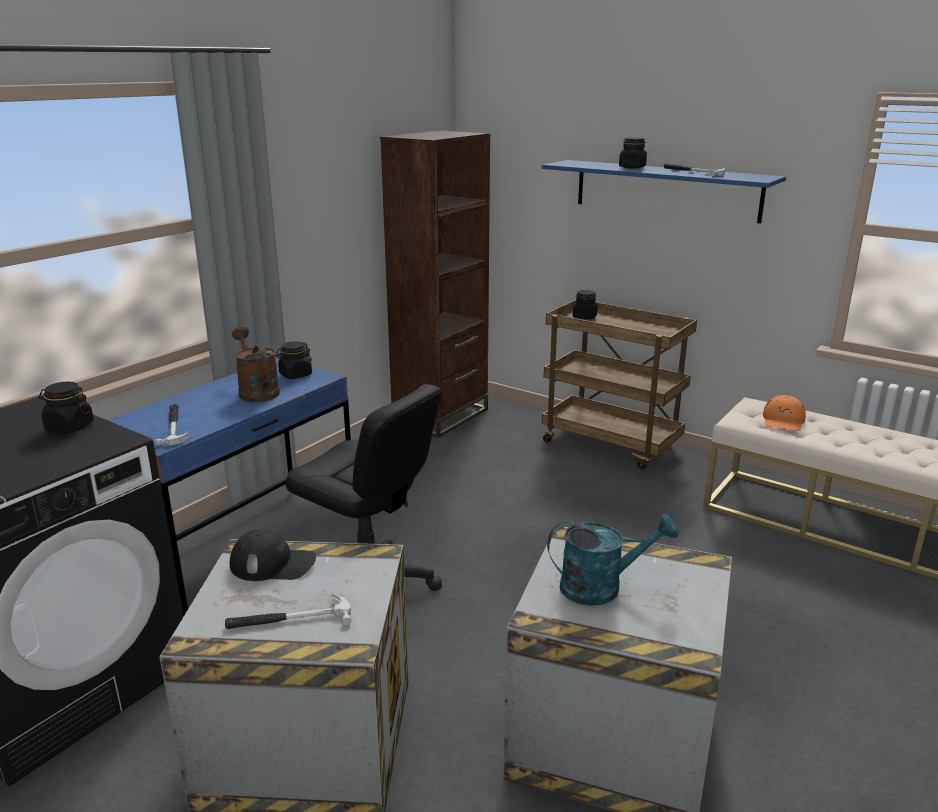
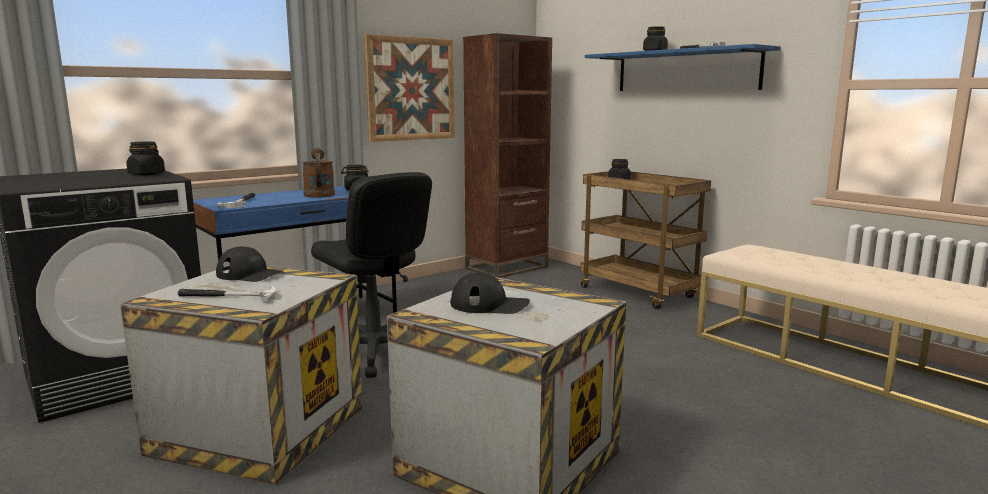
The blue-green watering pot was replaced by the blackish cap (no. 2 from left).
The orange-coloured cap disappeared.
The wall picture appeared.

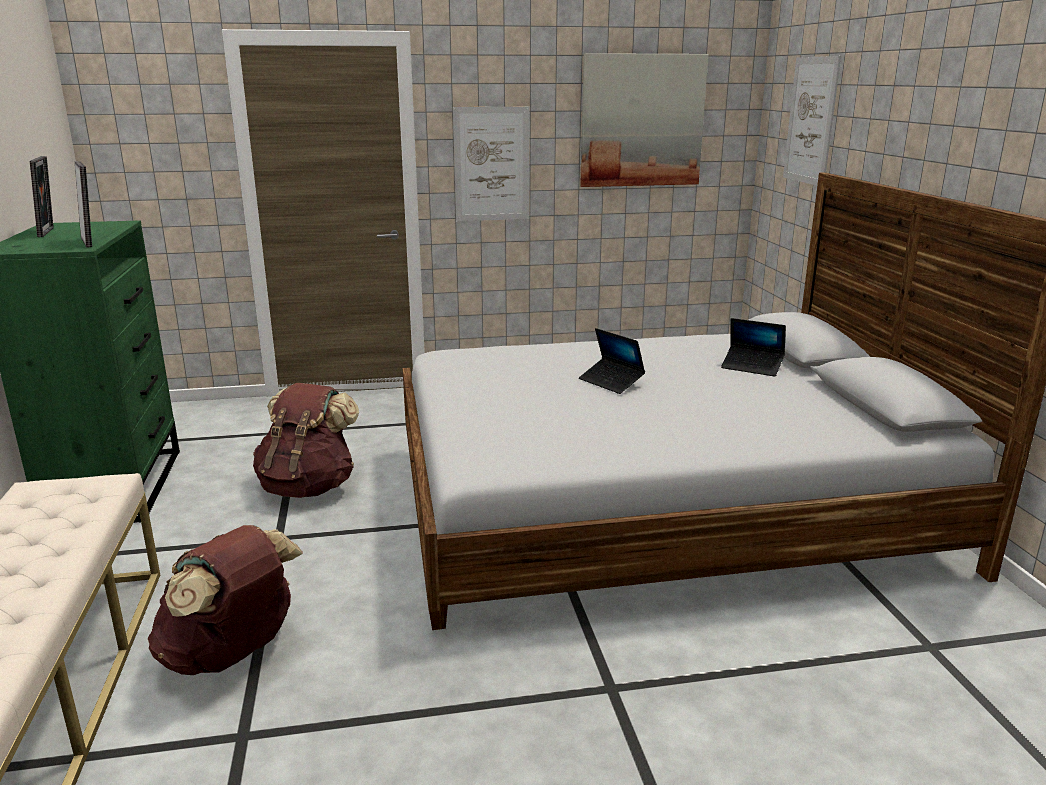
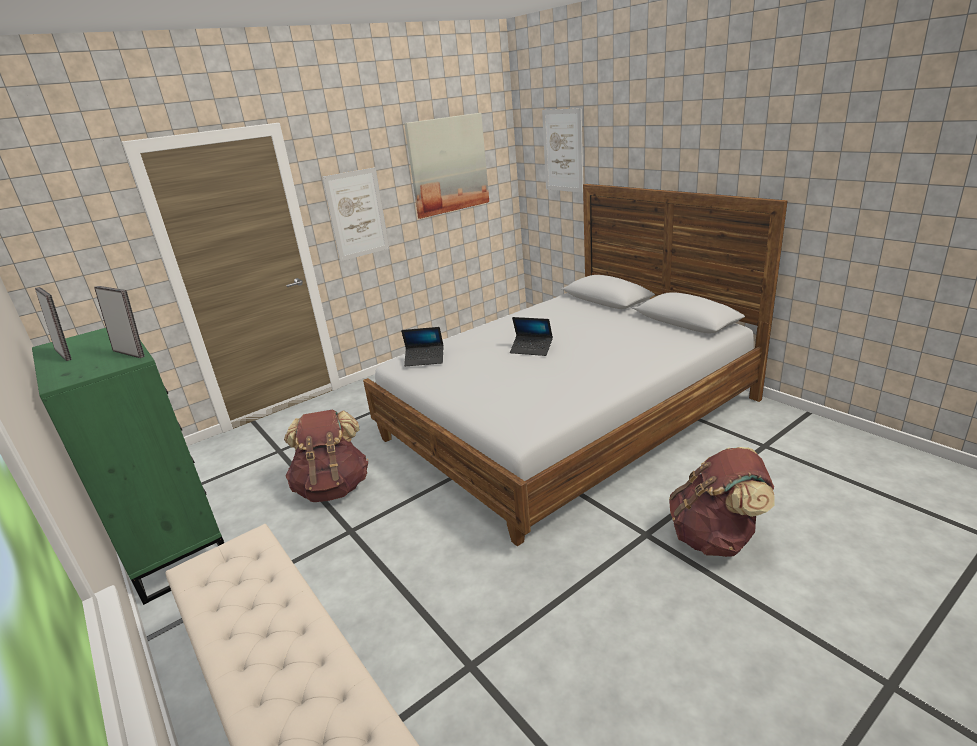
The brown-coloured knapsack (no. 1 from left in the first image) moved.
The notebook computer (no. 2 from left in the first image) moved.

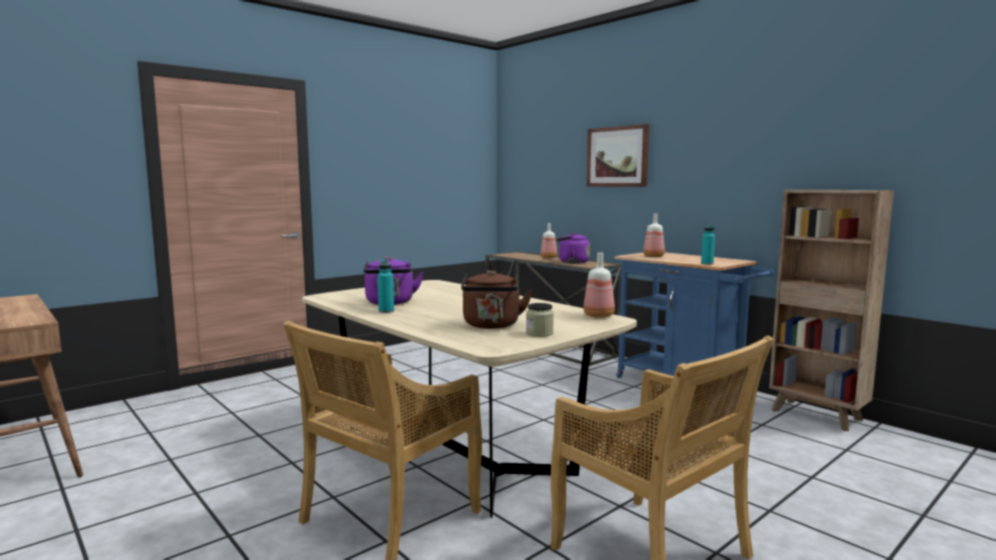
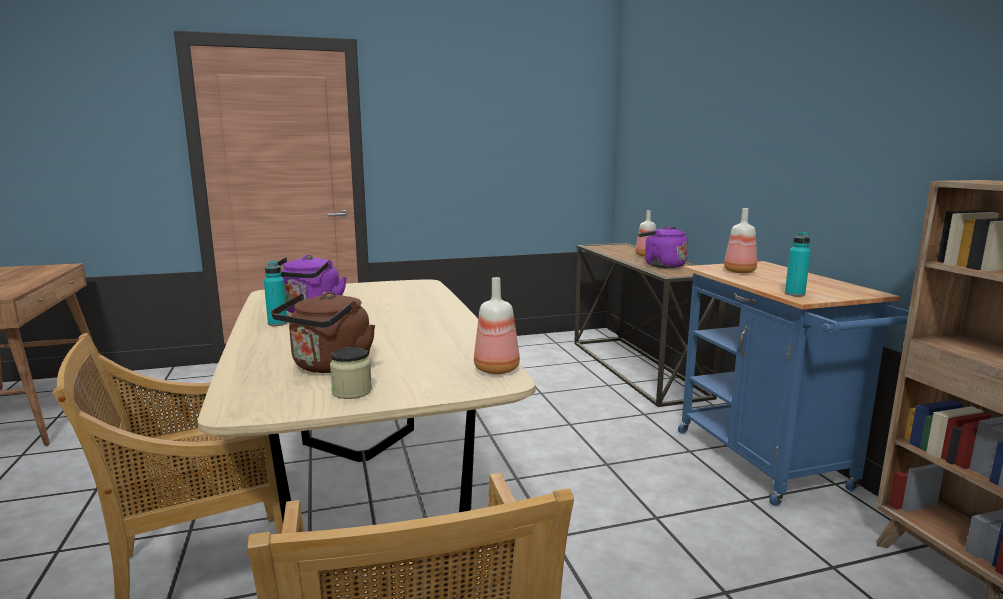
The wall picture disappeared.

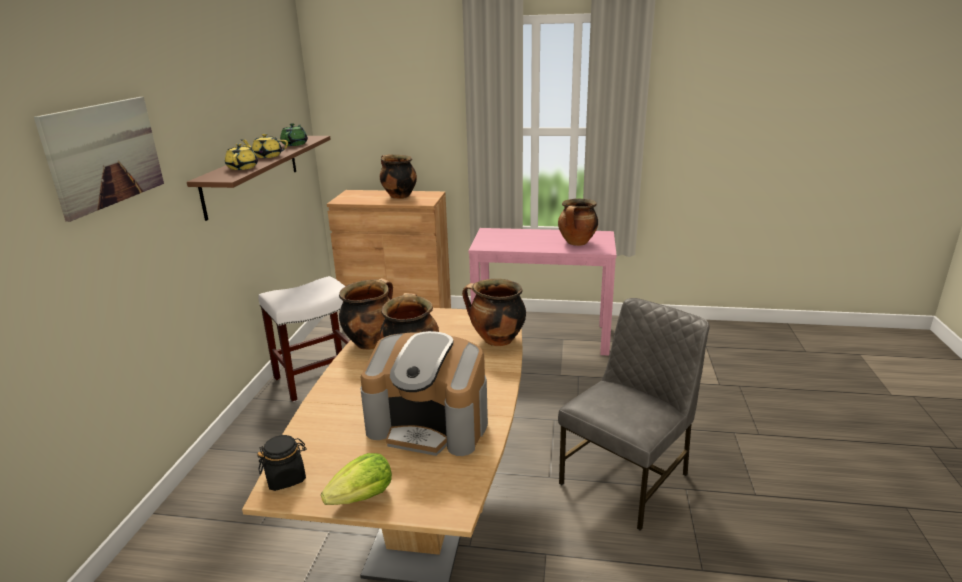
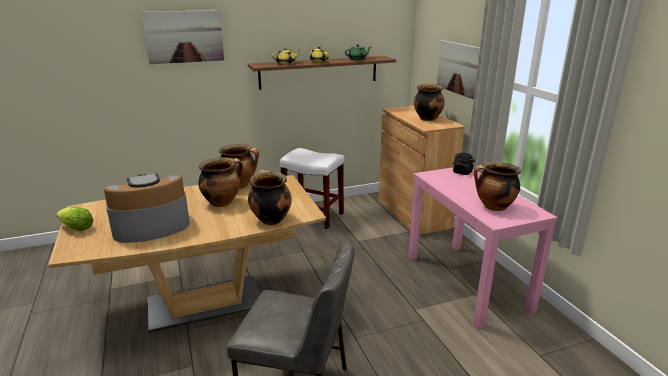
The blackish preserve jar moved.
The coffee brewer turned 75 degrees clockwise.
The wall picture (no. 2 from left) appeared.

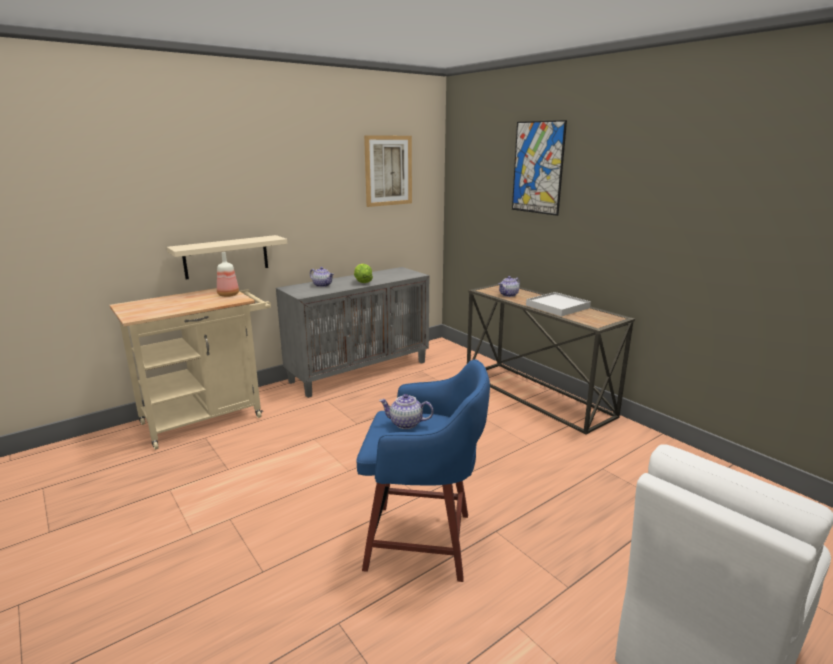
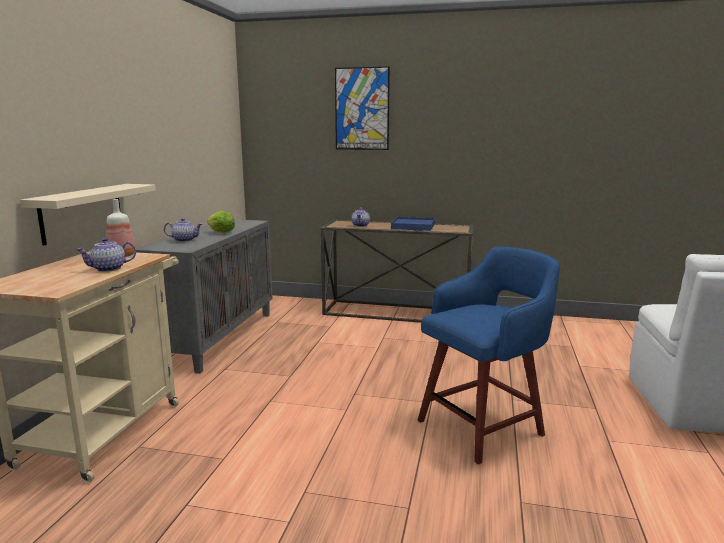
The wall picture (no. 1 from left) disappeared.
The teapot (no. 2 from left in the first image) moved.
The white-coloured tray became the bluish tray.

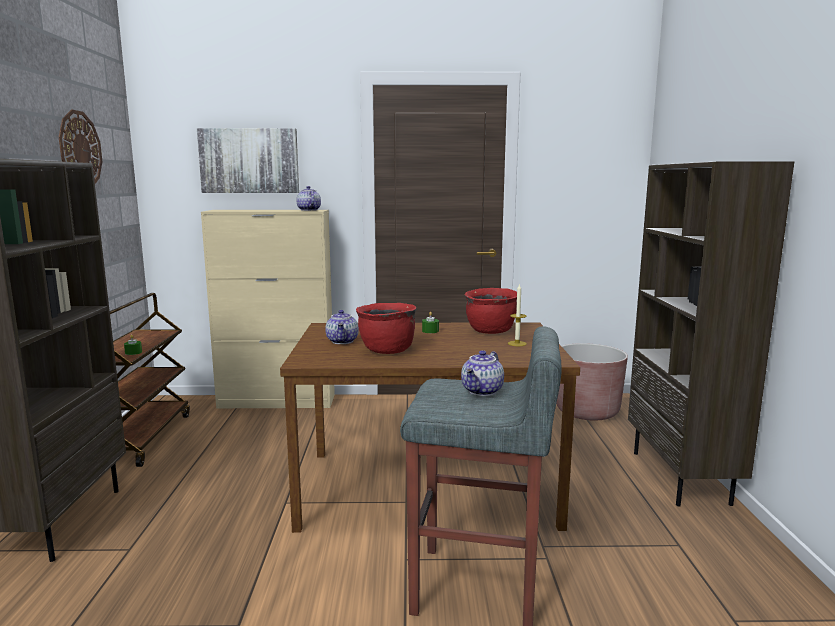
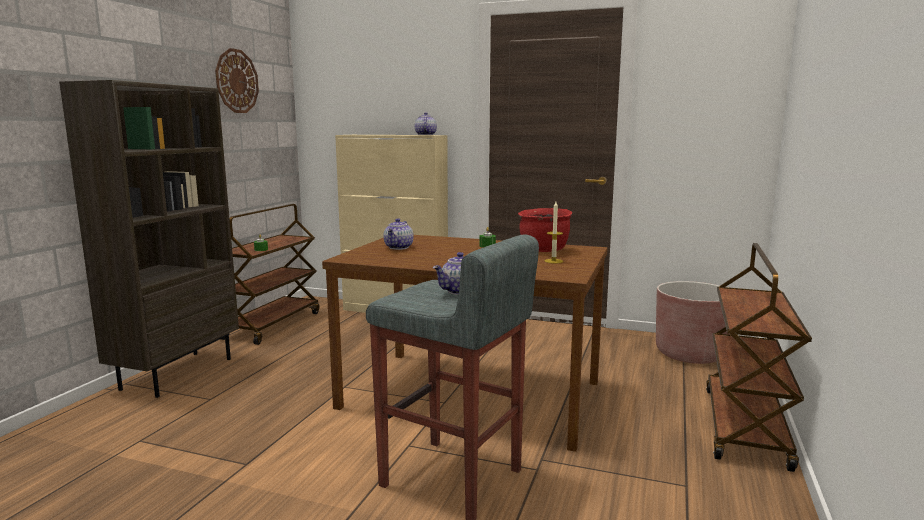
The wall picture disappeared.
The reddish cooking pot (no. 1 from left) disappeared.
The brown-coloured shelving unit (no. 2 from left) was replaced by the brown-coloured cart (no. 2 from left).

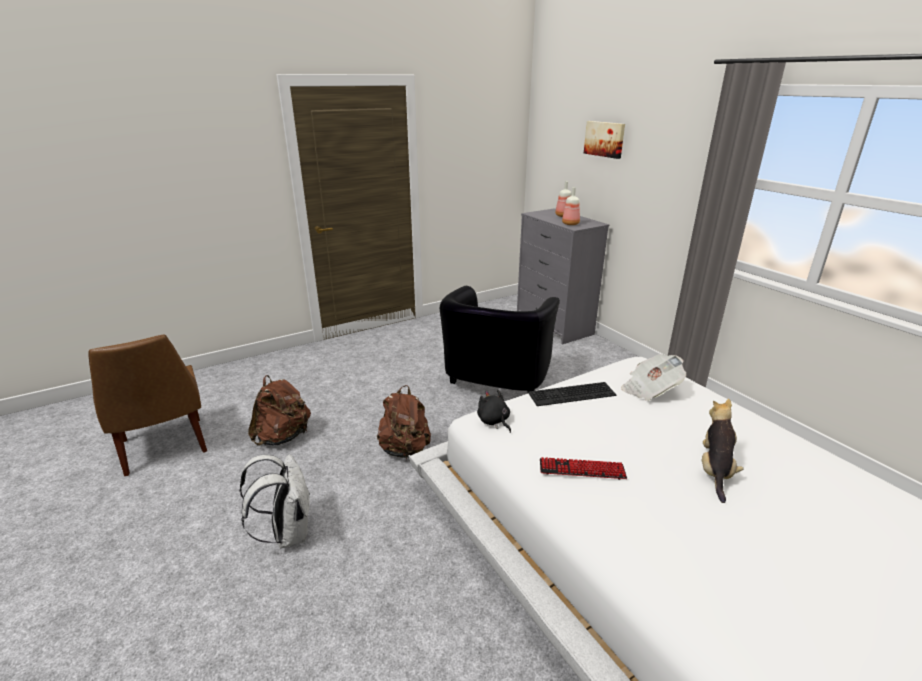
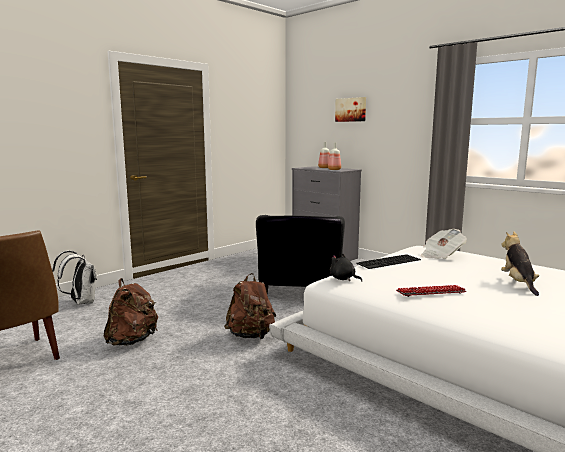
The white-coloured knapsack moved.

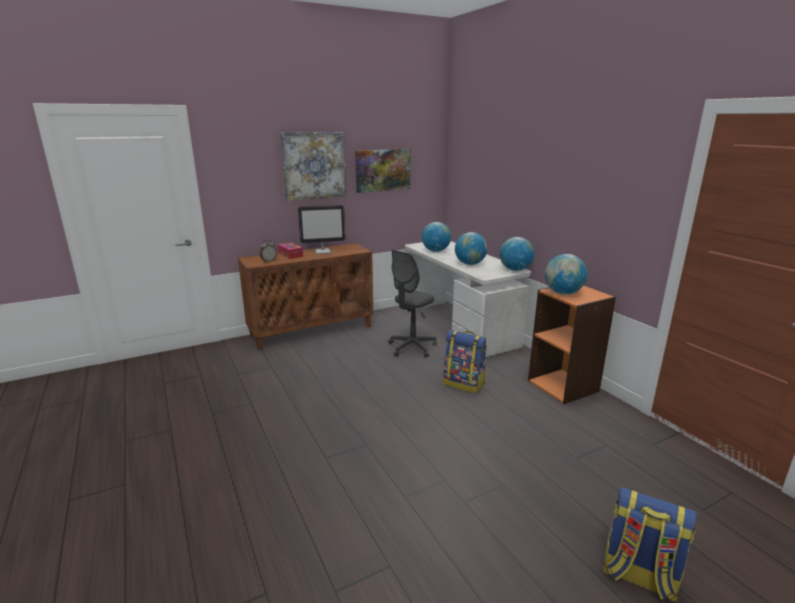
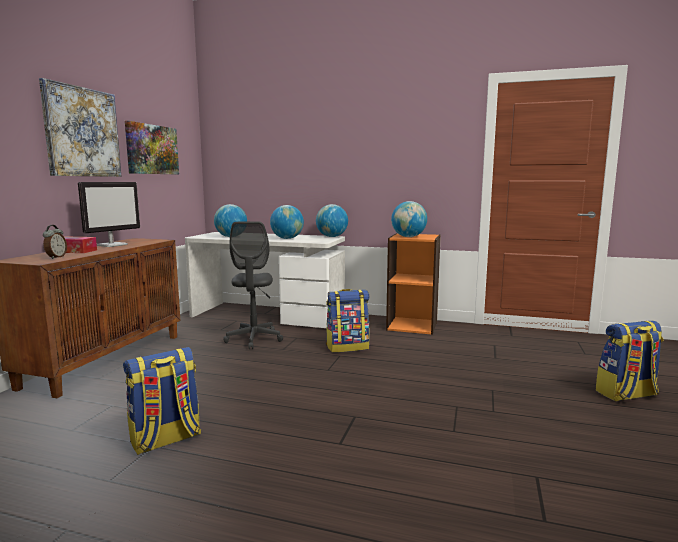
The knapsack (no. 1 from left) appeared.

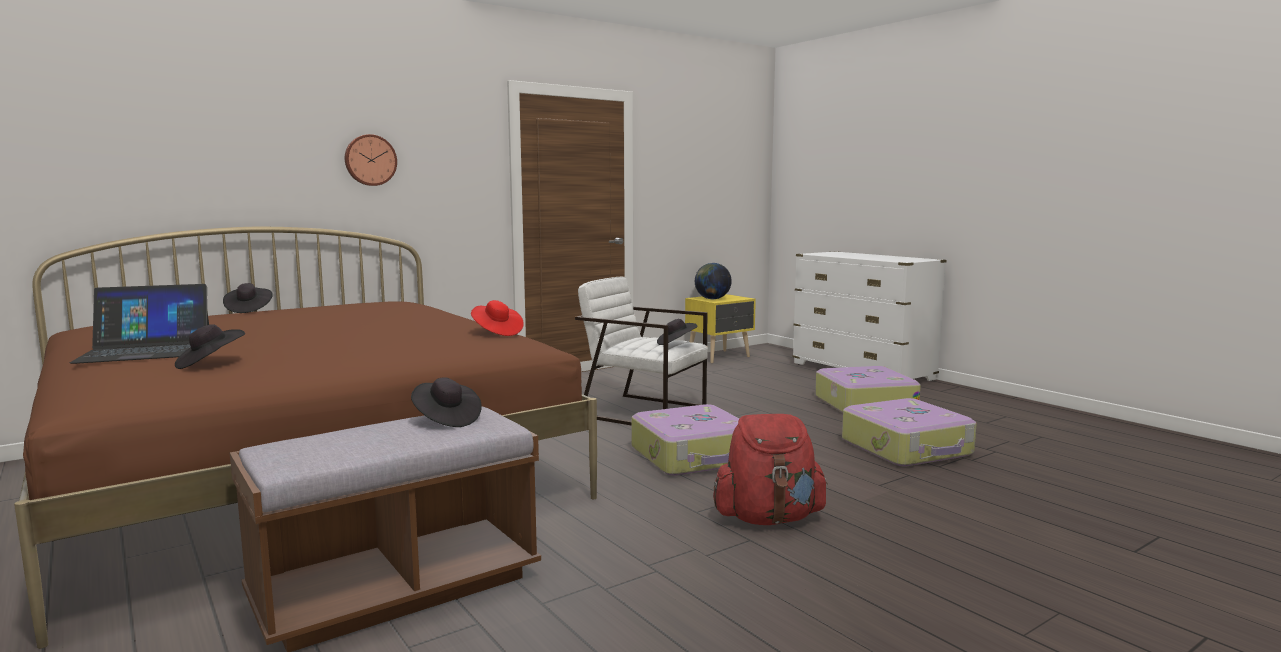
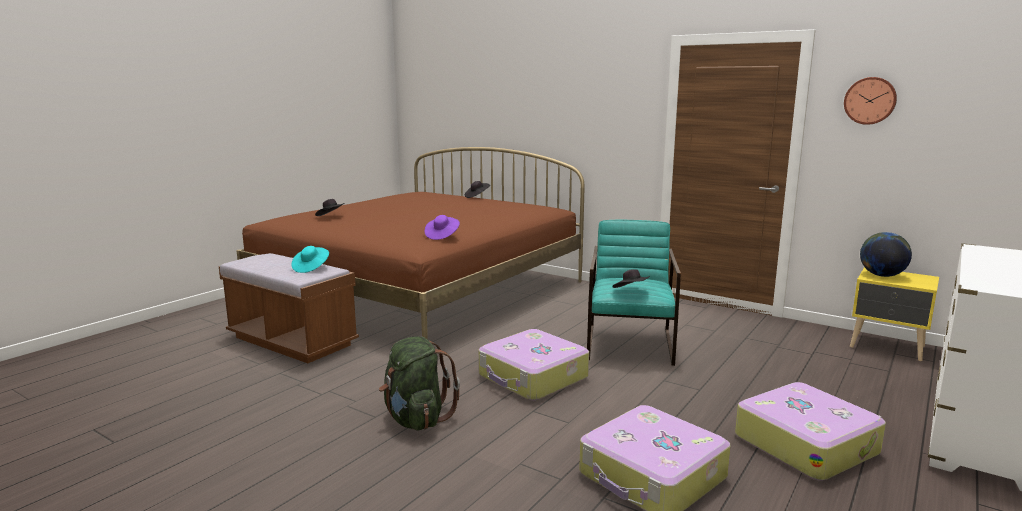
The notebook computer disappeared.
The hanging clock moved.
The blackish hat (no. 3 from left) became the blue-green hat.
The reddish hat became the purplish hat.
The white-coloured armchair became the blue-green armchair.
The reddish knapsack became the greenish knapsack.

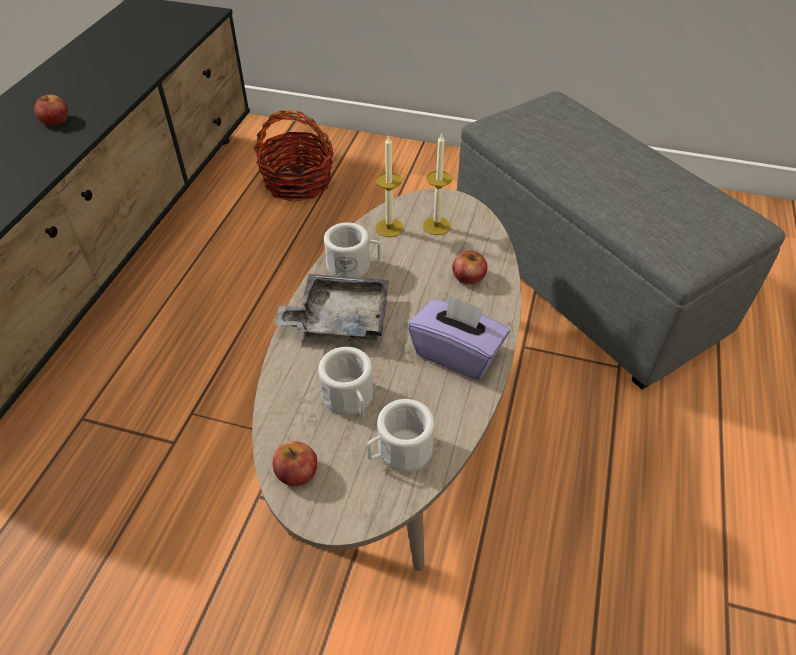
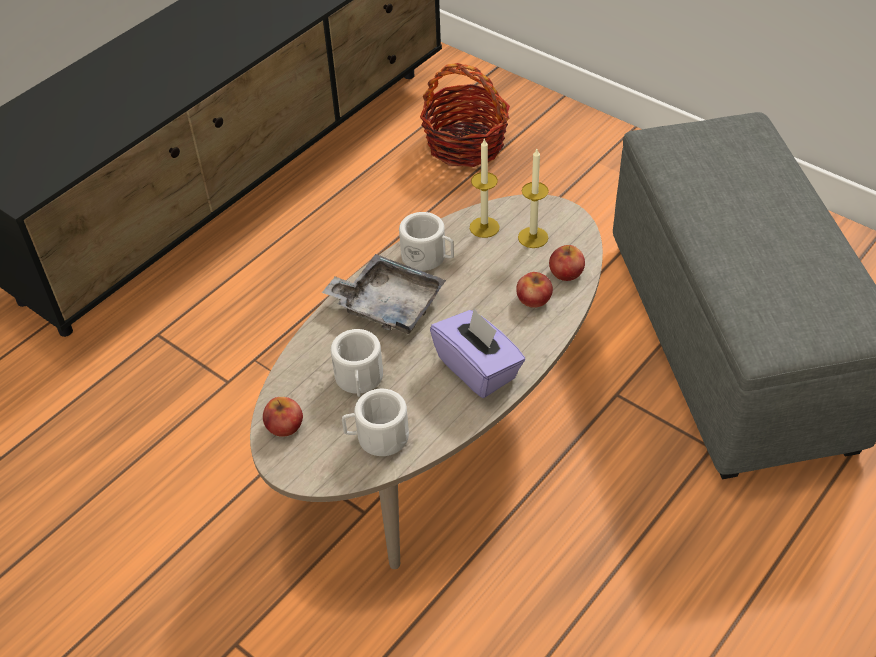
The whole apple (no. 1 from left in the first image) moved.

